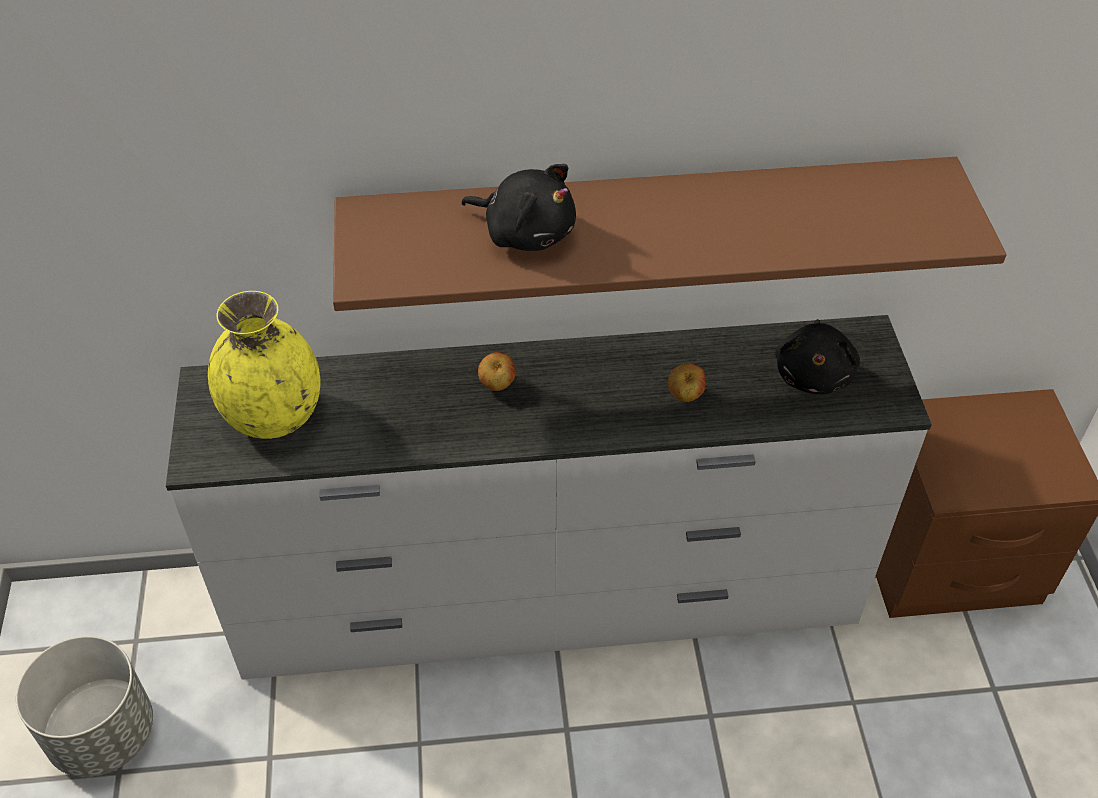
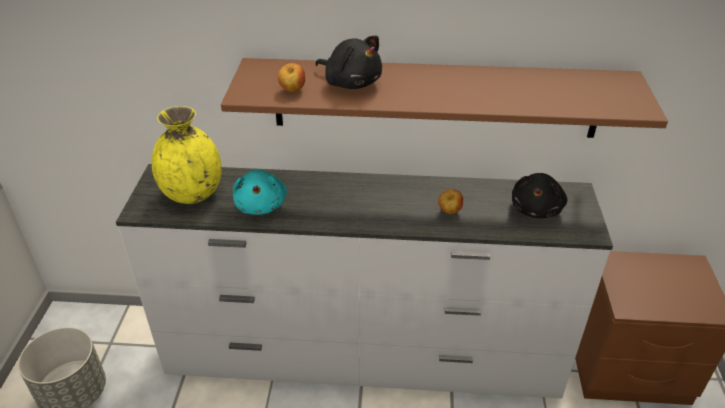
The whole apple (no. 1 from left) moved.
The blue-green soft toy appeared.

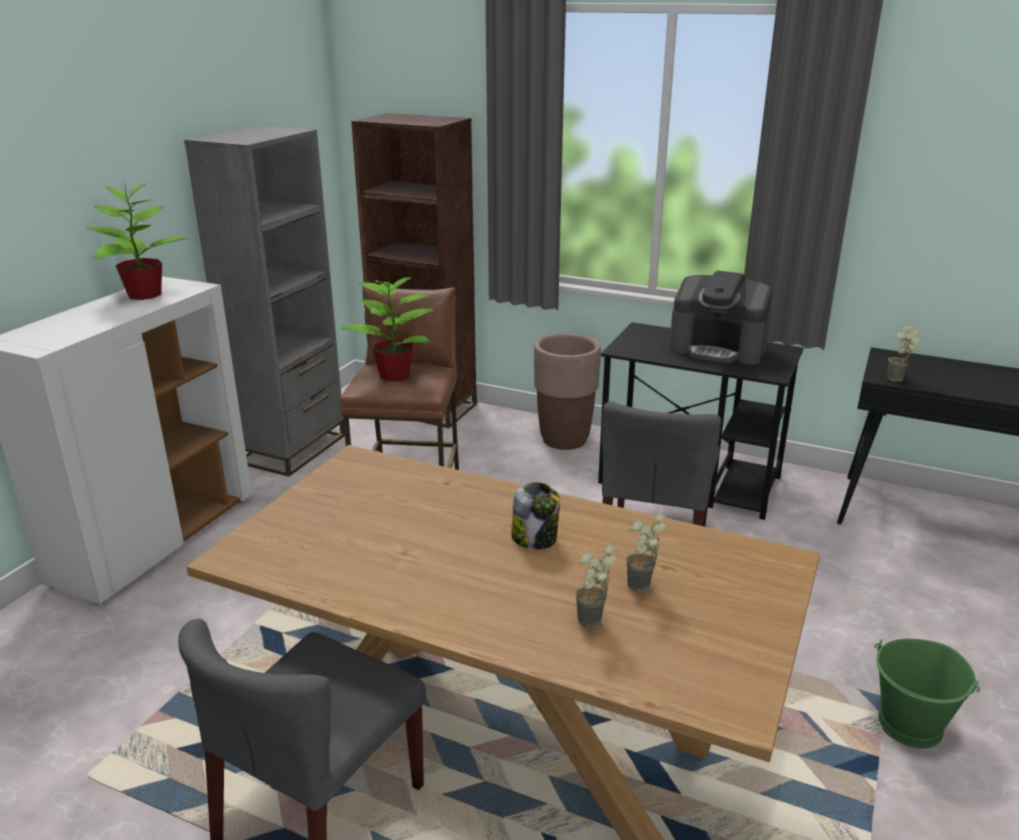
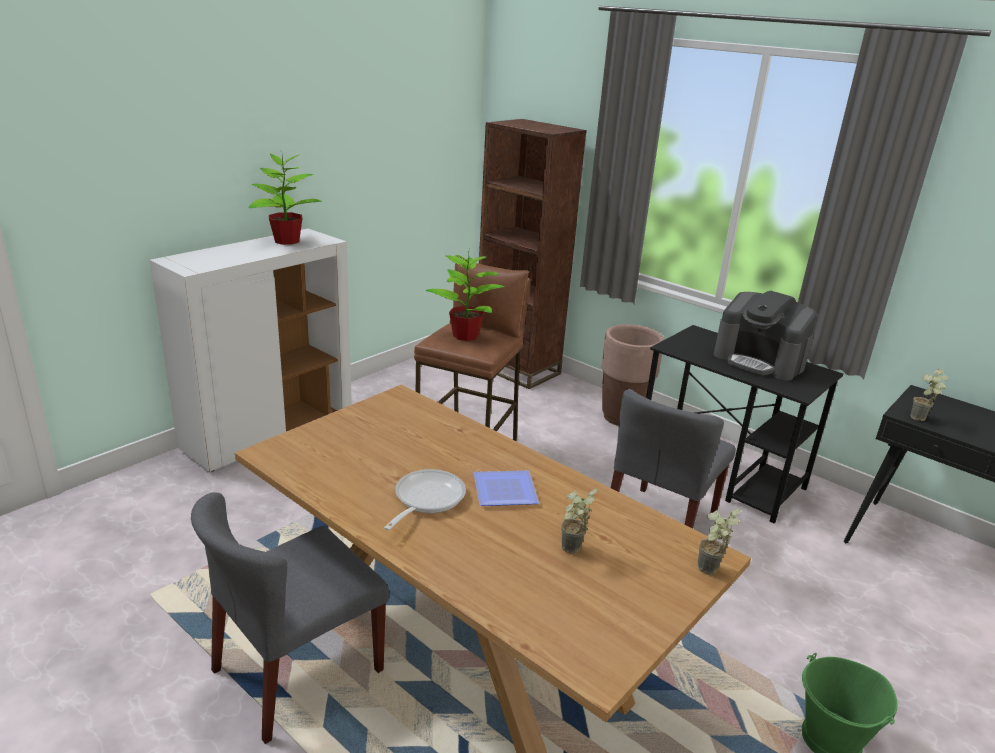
The grey shelving unit disappeared.
The preserve jar was replaced by the plate.
The houseplant (no. 3 from left in the first image) moved.
The frying pan appeared.

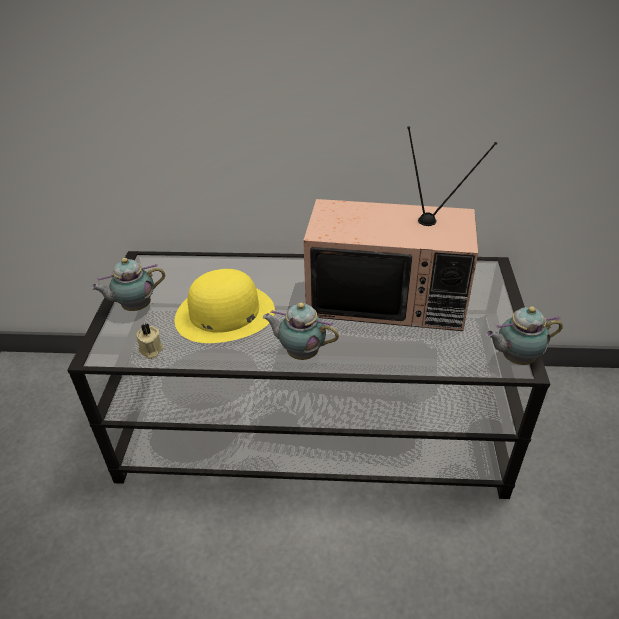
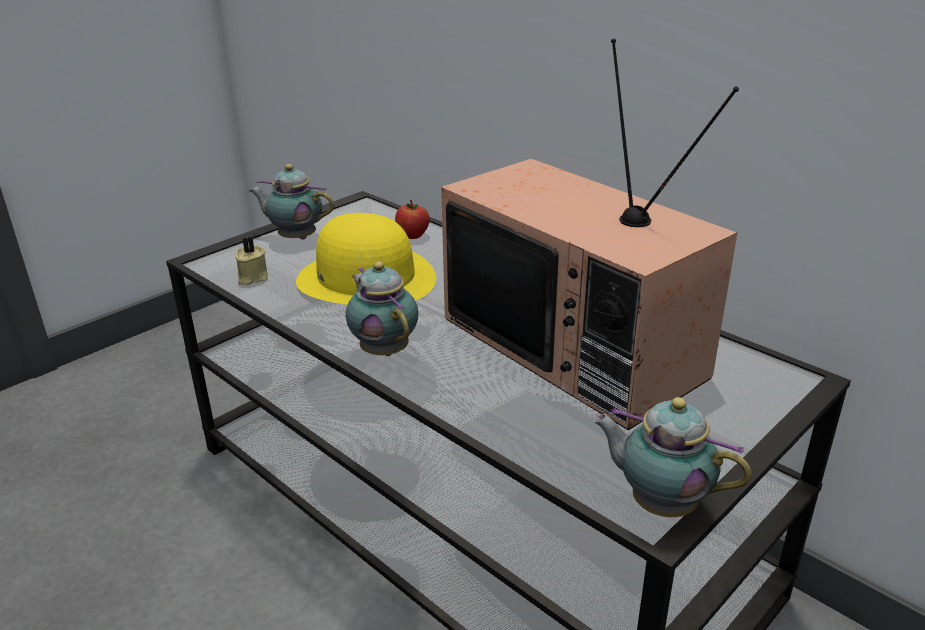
The whole apple appeared.

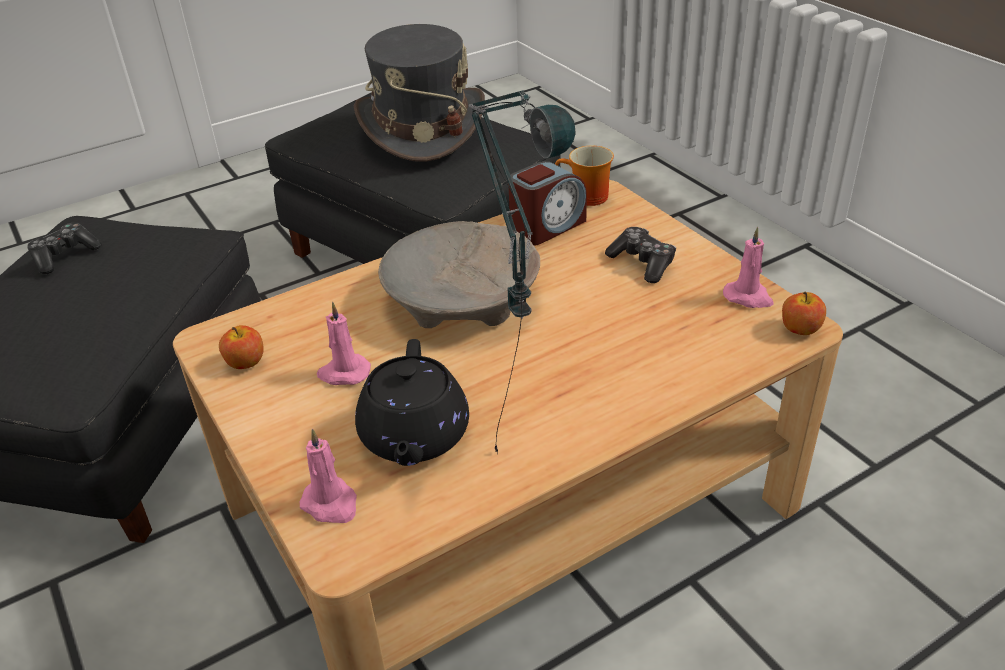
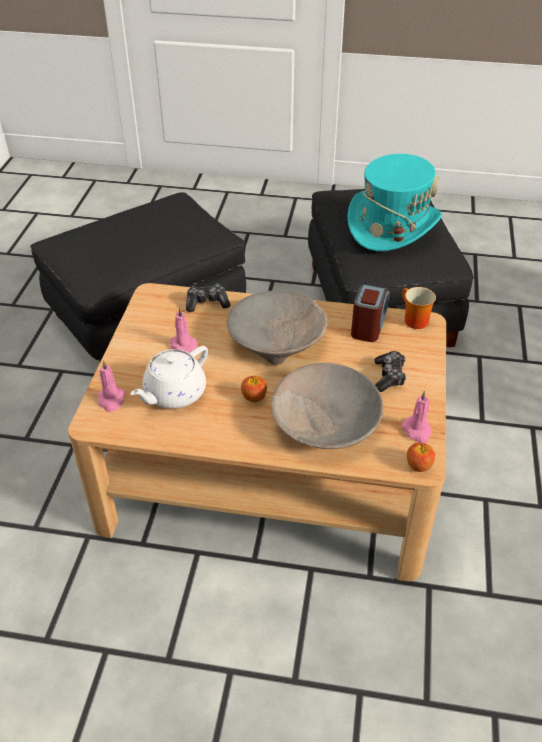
The game controller (no. 1 from left) moved.
The whole apple (no. 1 from left) moved.
The grey hat became the blue-green hat.
The blackish teapot became the white-coloured teapot.
The lamp for a table disappeared.
The bedside clock turned 75 degrees counterclockwise.
The beige bowl (no. 2 from left) appeared.

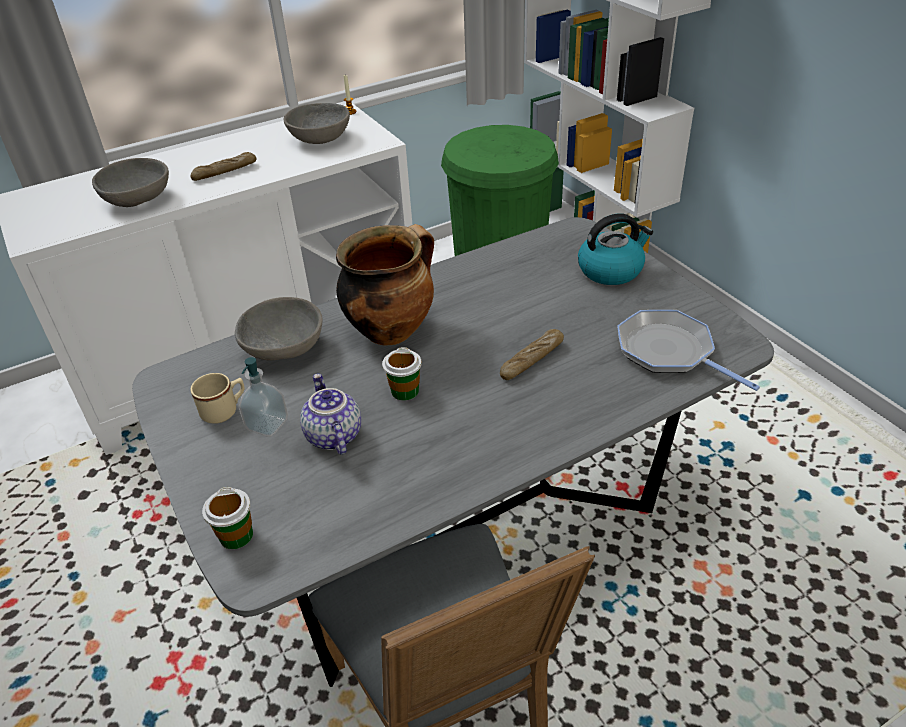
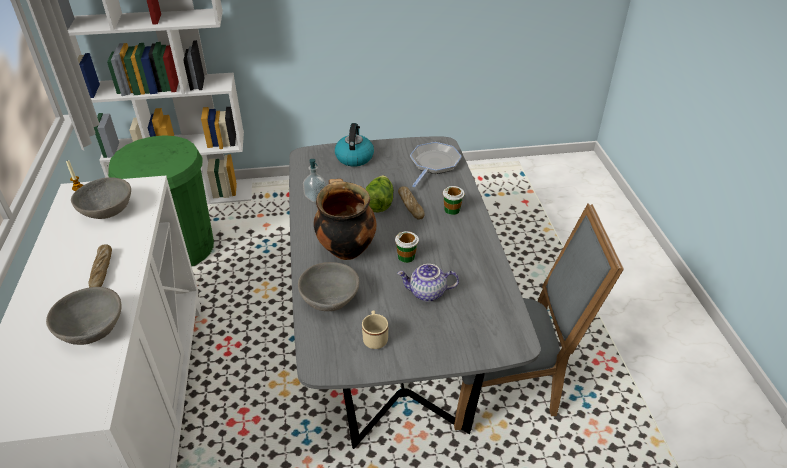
The cup (no. 1 from left in the first image) moved.
The soap dispenser moved.
The frying pan turned 135 degrees clockwise.
The head of lettuce appeared.

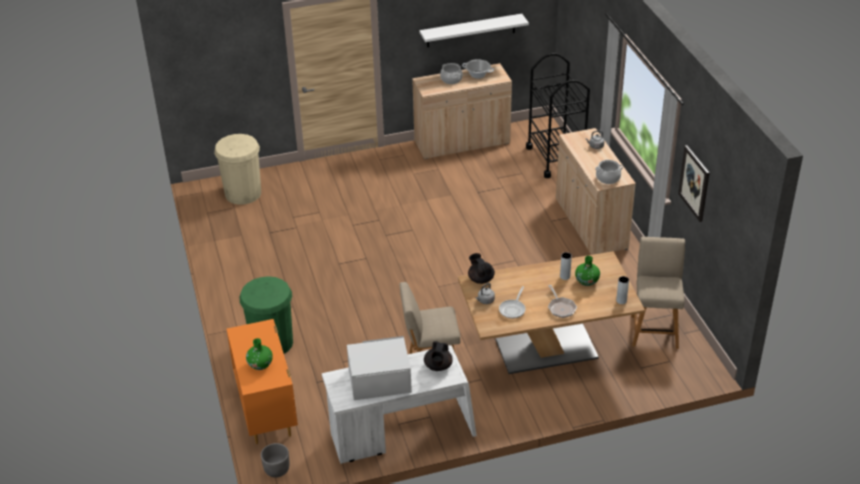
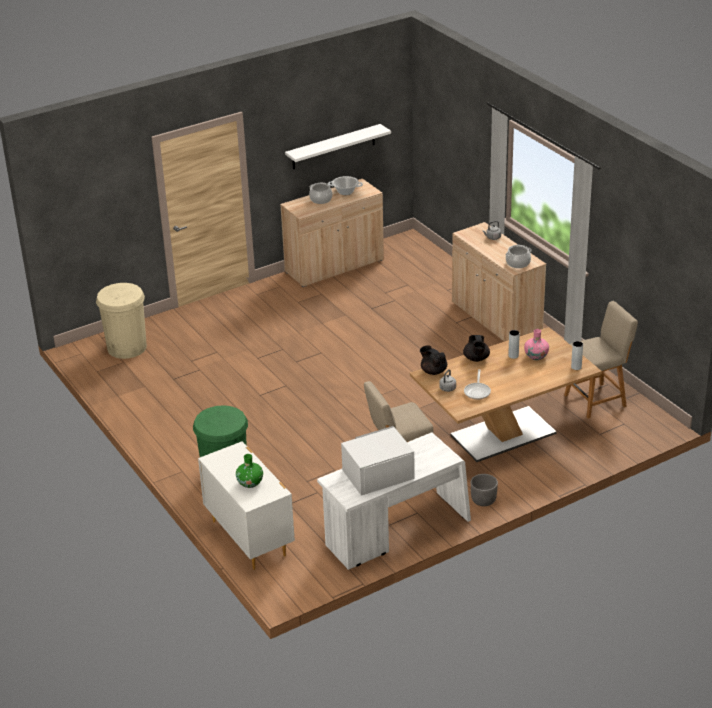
The orange-coloured drawer chest became the white-coloured drawer chest.
The grey flower pot moved.
The blackish teapot (no. 1 from left in the first image) moved.
The blackish cart disappeared.
The frying pan (no. 2 from left) disappeared.
The greenish flower vase (no. 2 from left) became the pink-coloured flower vase.
The beige plain chair (no. 2 from left) turned 75 degrees clockwise.
The wall picture disappeared.

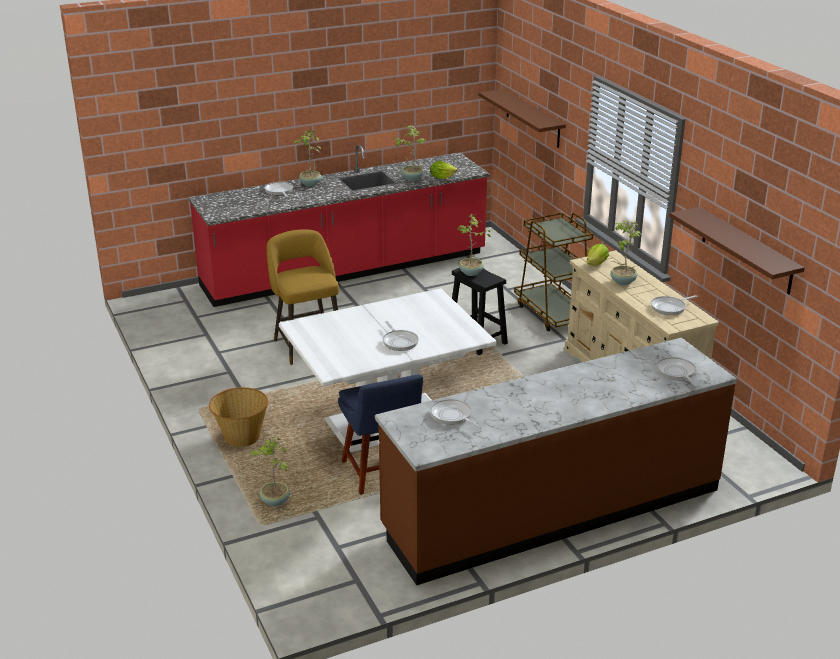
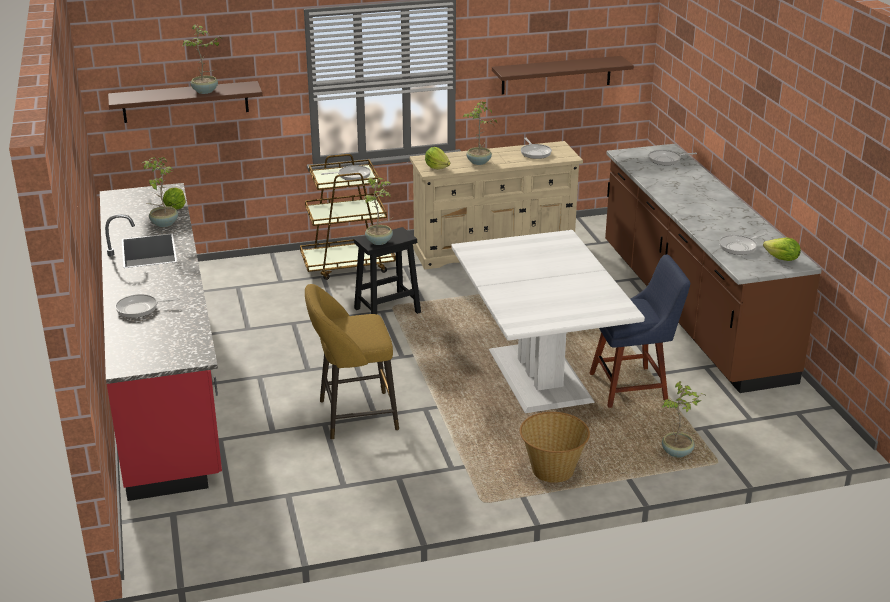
The houseplant (no. 2 from left) moved.
The frying pan (no. 2 from left) moved.
The head of lettuce (no. 3 from left) appeared.

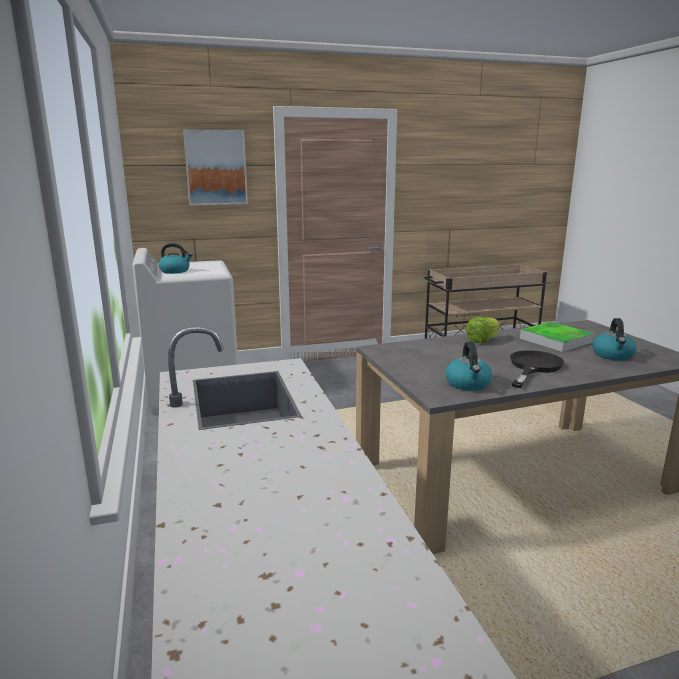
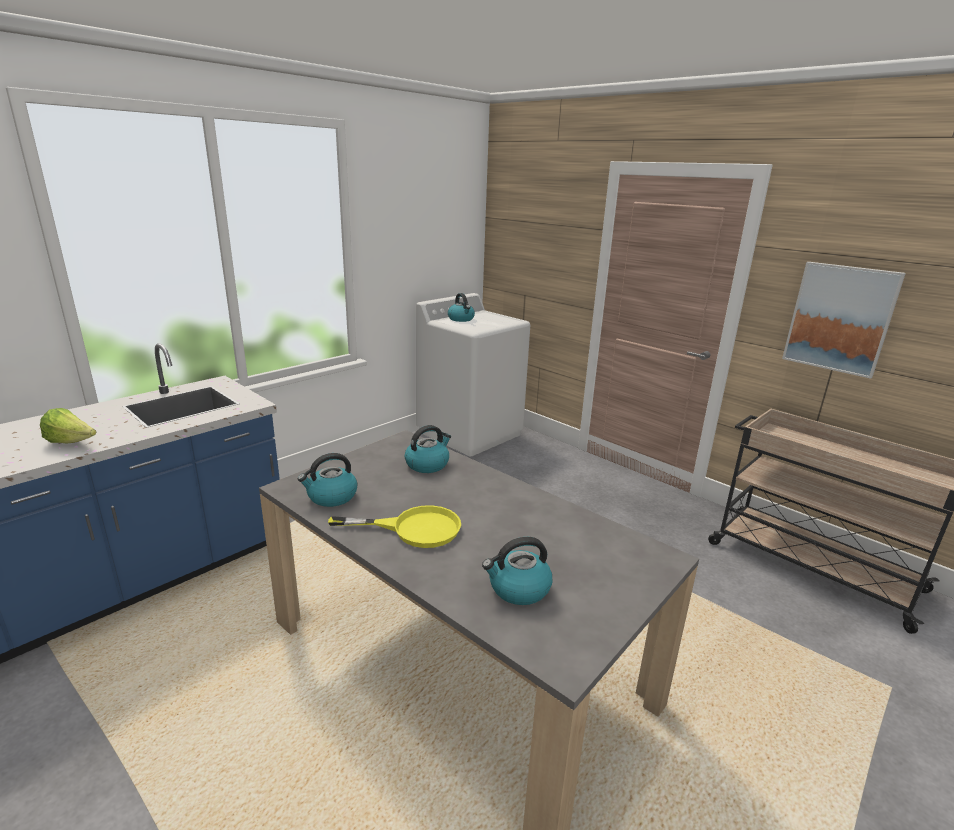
The wall picture moved.
The head of lettuce moved.
The blackish frying pan became the yellowish frying pan.
The tray disappeared.
The kettle (no. 2 from left) appeared.

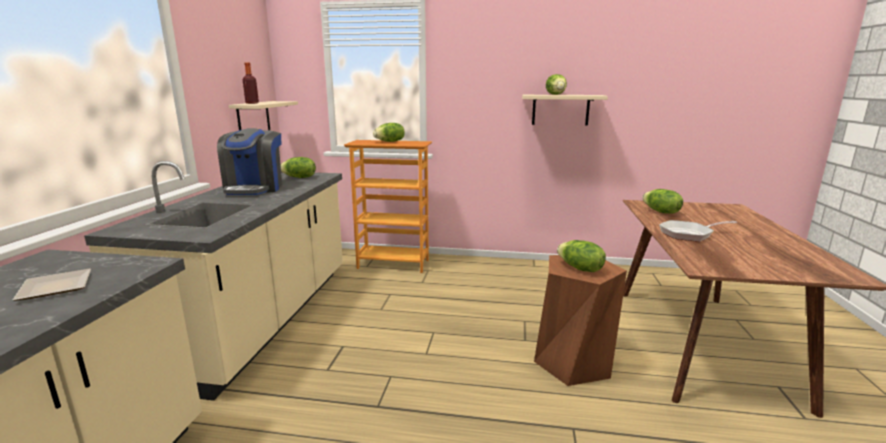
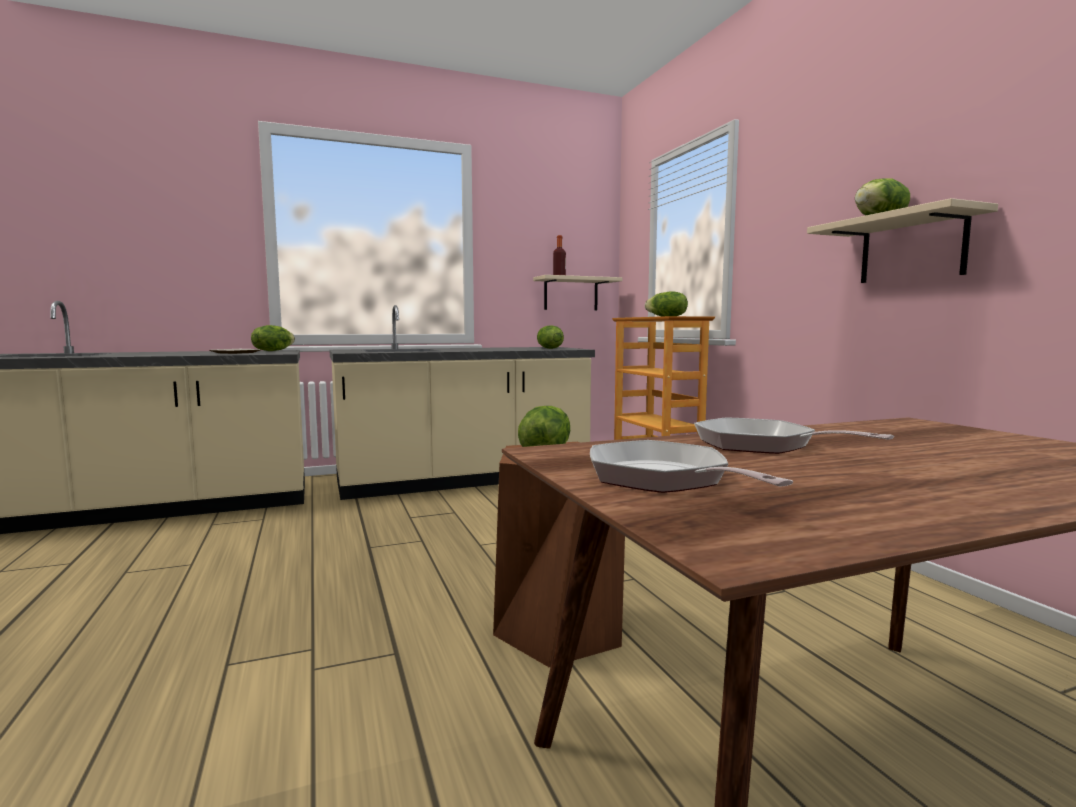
The coffee brewer disappeared.
The head of lettuce (no. 5 from left in the first image) moved.
The frying pan (no. 1 from left) appeared.

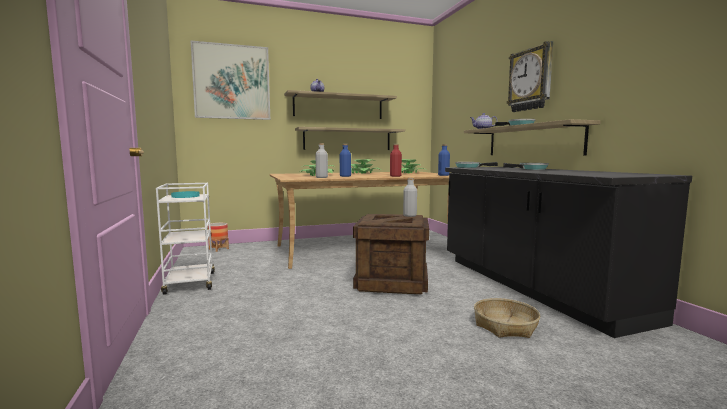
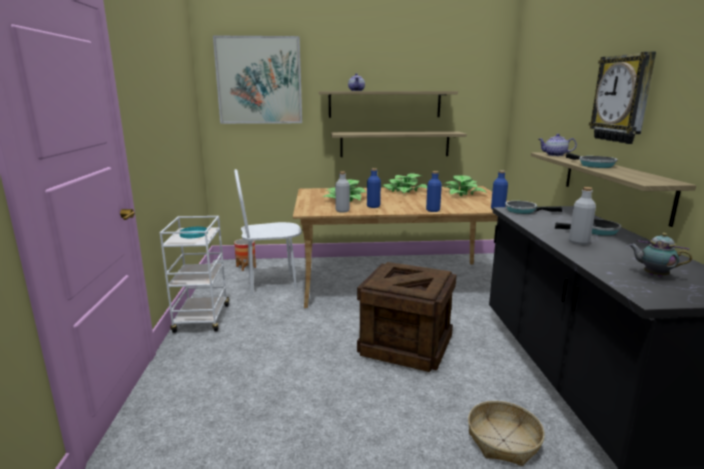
The reddish beverage bottle became the bluish beverage bottle (no. 2 from left).
The grey beverage bottle (no. 2 from left) moved.
The white-coloured plain chair appeared.
The teapot (no. 3 from left) appeared.

